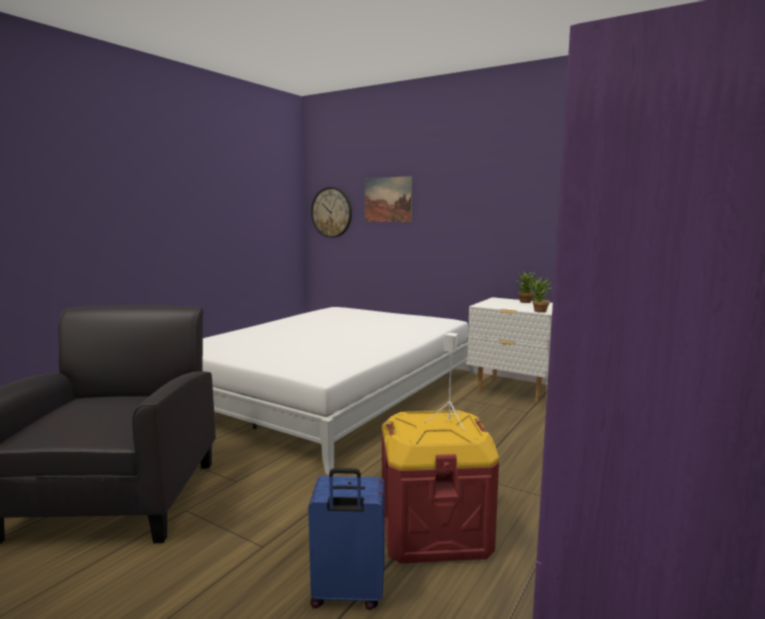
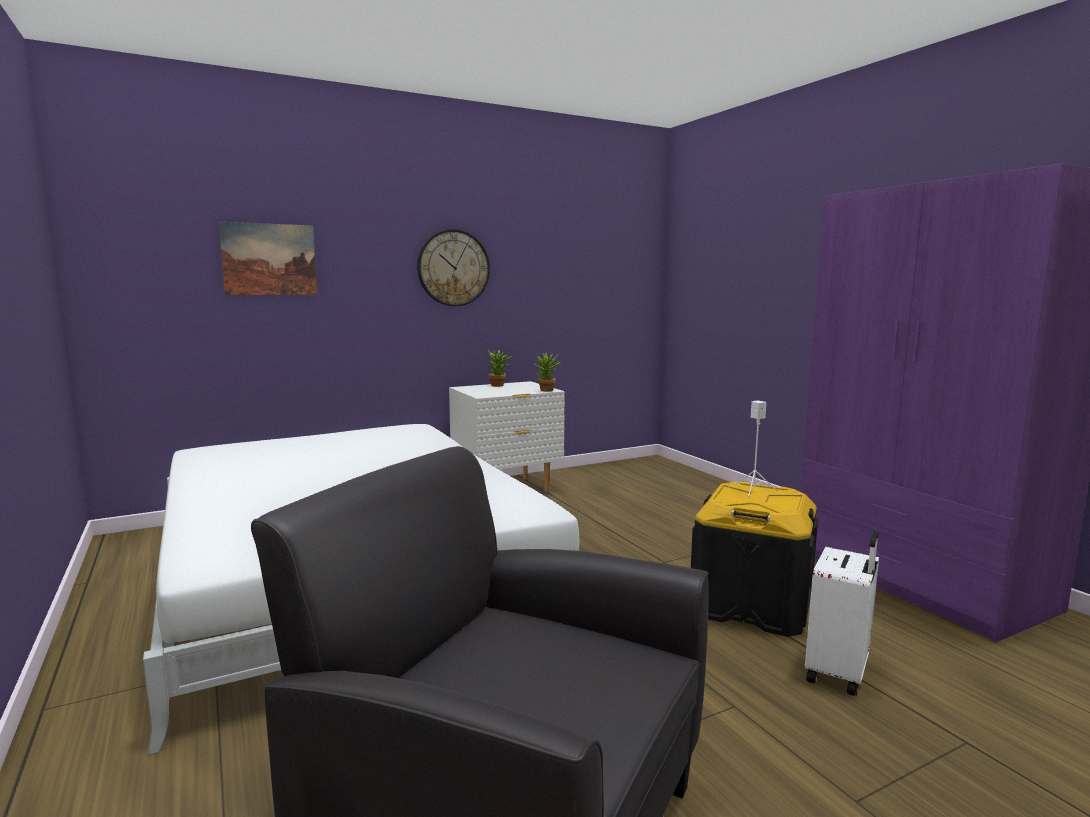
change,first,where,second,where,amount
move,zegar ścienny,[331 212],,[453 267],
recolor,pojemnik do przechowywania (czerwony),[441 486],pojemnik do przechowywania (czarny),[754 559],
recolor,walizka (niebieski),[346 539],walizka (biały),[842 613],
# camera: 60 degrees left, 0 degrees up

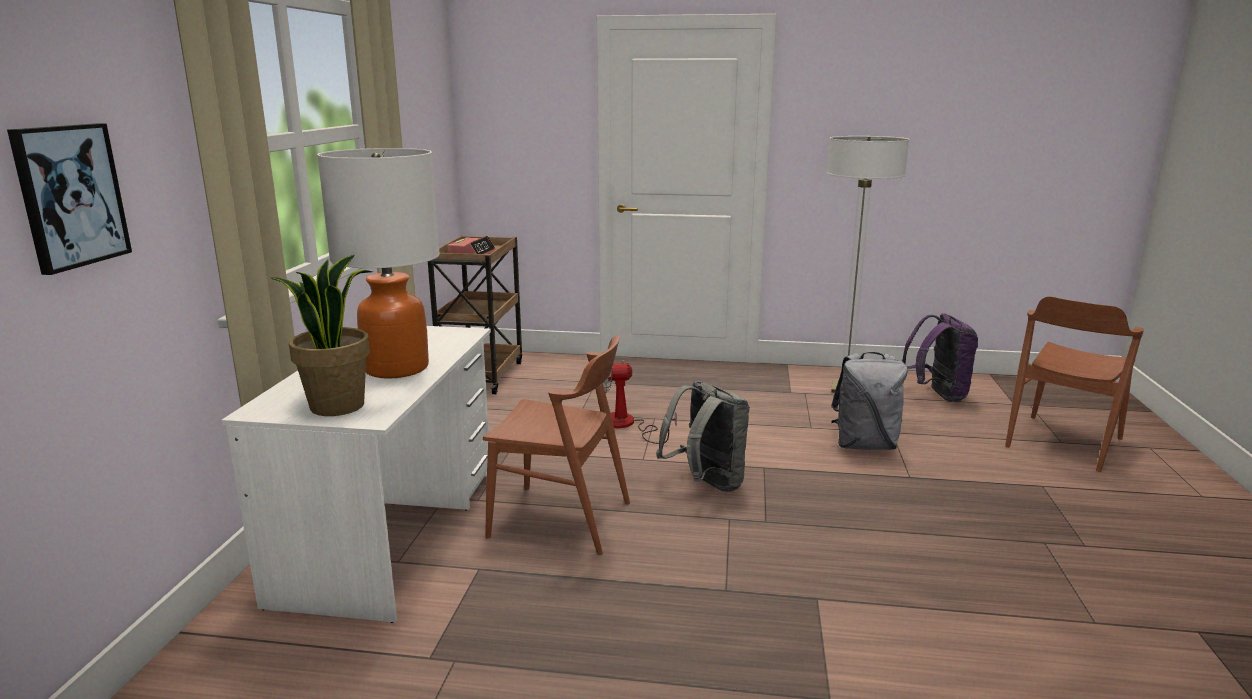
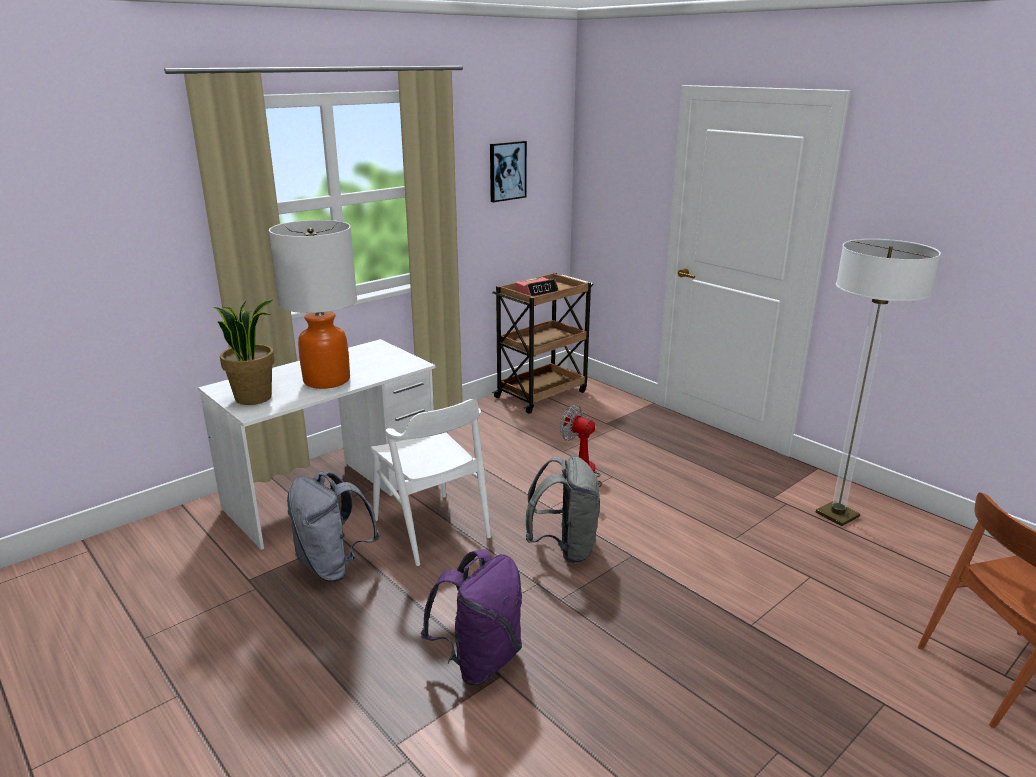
change,first,where,second,where,amount
move,plecak (szary),[869 401],,[333 527],
recolor,krzesło (brązowy),[556 445],krzesło (biały),[431 482],
move,plecak (fioletowy),[940 358],,[471 617],
move,obraz,[69 199],,[508 171],
# camera: 40 degrees right, 5 degrees up

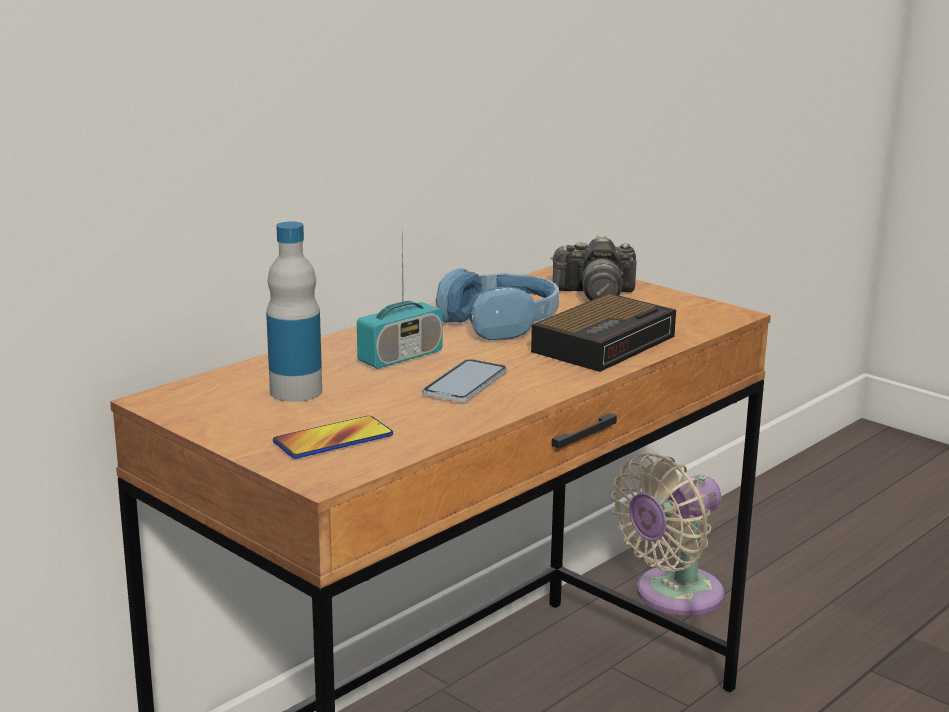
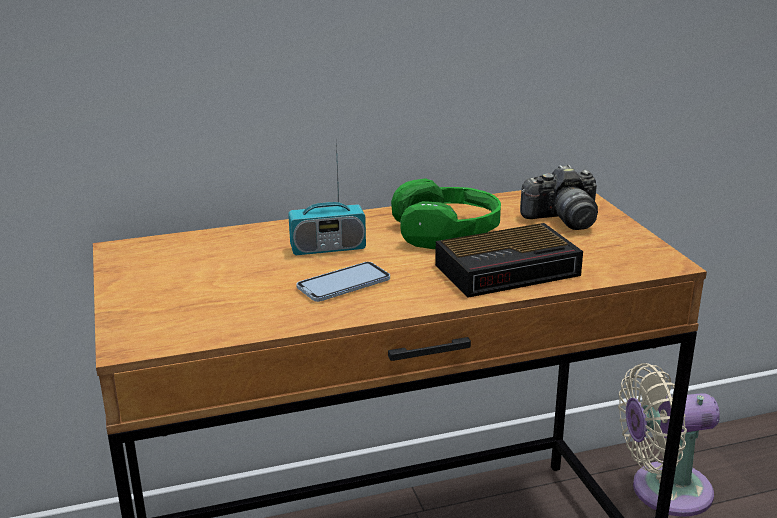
change,first,where,second,where,amount
recolor,słuchawki (niebieski),[497 304],słuchawki (zielony),[446 213],
rotate,aparat fotograficzny,[593 267],,[559 197],45 degrees counterclockwise
delete,butelka,[294 311],,,
delete,telefon,[333 437],,,
# camera: 30 degrees right, 5 degrees up

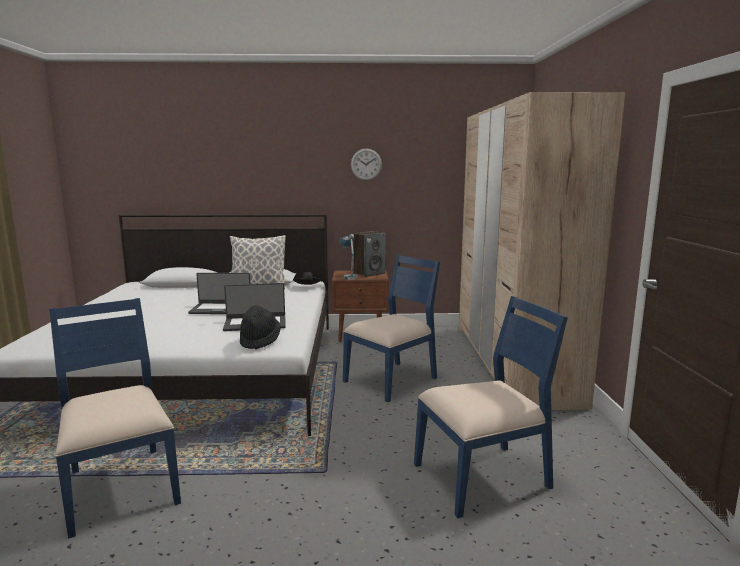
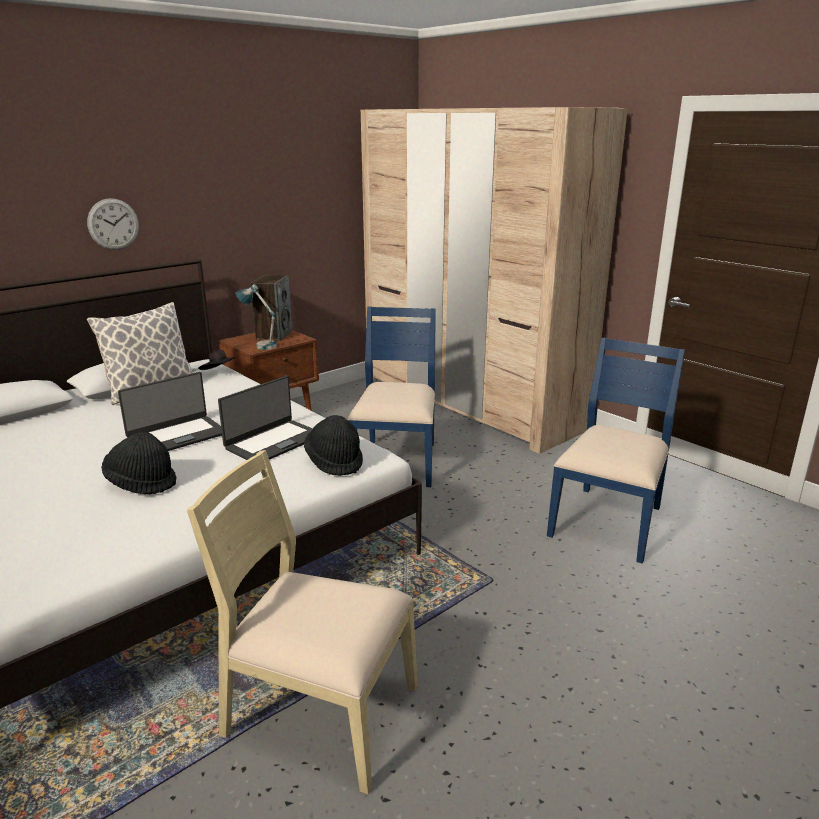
change,first,where,second,where,amount
move,zegar ścienny,[366 164],,[113 224],
insert,,,kapelusz (czarny),[138 463],
recolor,krzesło (niebieski),[115 418],krzesło (beżowy),[302 622],
# camera: 40 degrees left, 10 degrees up

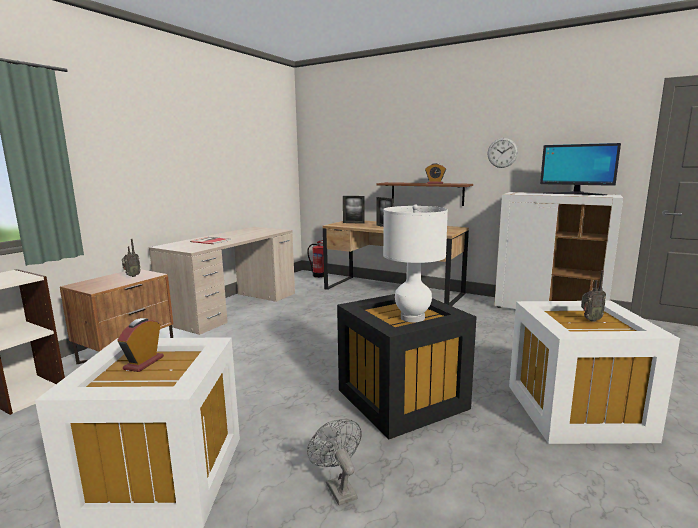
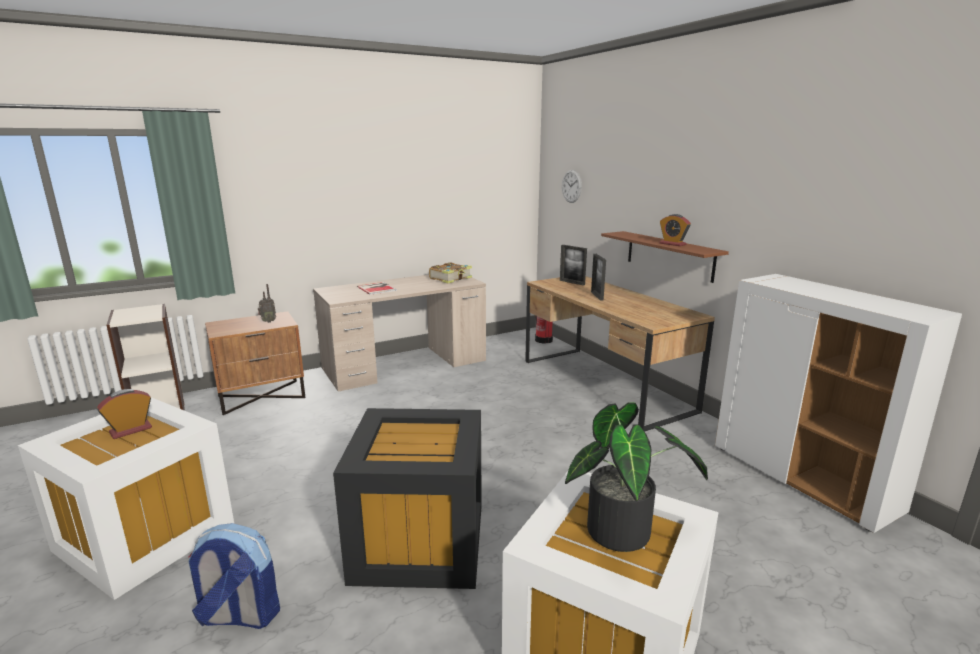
change,first,where,second,where,amount
replace,wentylator (szary),[334 462],plecak,[234 576],
insert,,,książka,[450 273],
move,zegar ścienny,[503 153],,[572 186],
replace,radio,[593 296],roślina doniczkowa,[636 477],
delete,lampa stołowa (biały),[415 263],,,
delete,monitor,[580 169],,,
# camera: 30 degrees right, 5 degrees up

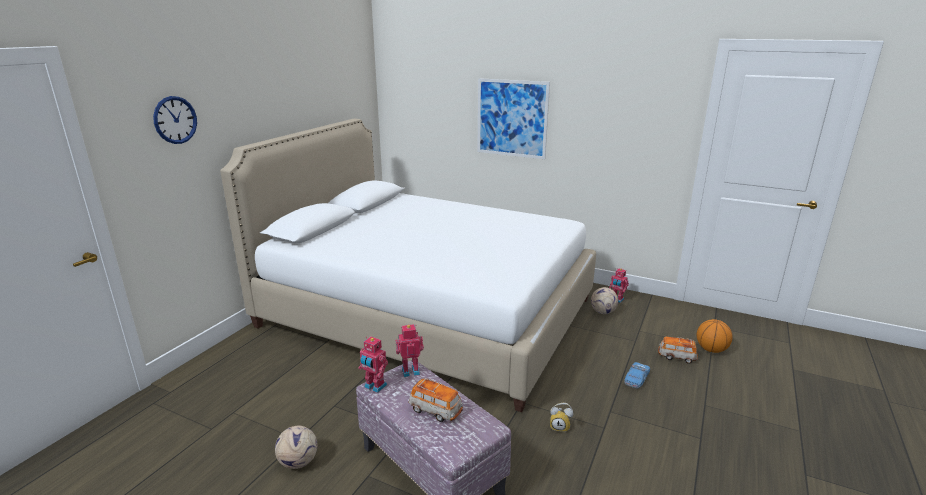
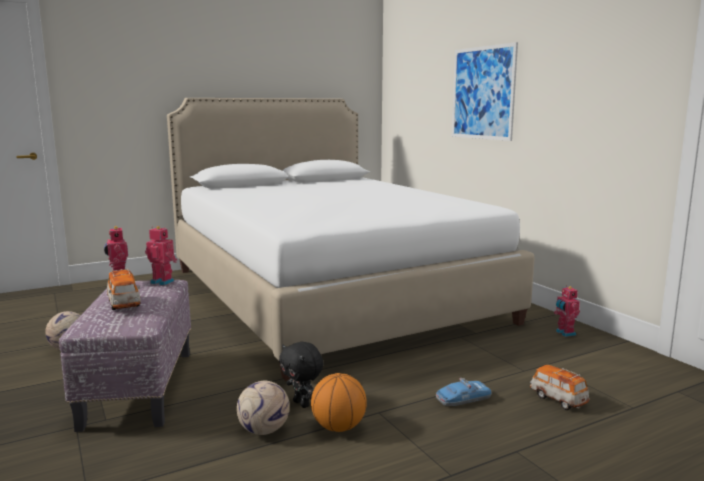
change,first,where,second,where,amount
move,piłka futbolowa,[604 300],,[263 408],
replace,budzik,[561 417],pluszak (czarny),[301 375],
move,piłka do koszykówki,[715 336],,[339 402],
delete,zegar ścienny,[175 120],,,
# camera: 35 degrees right, 10 degrees down

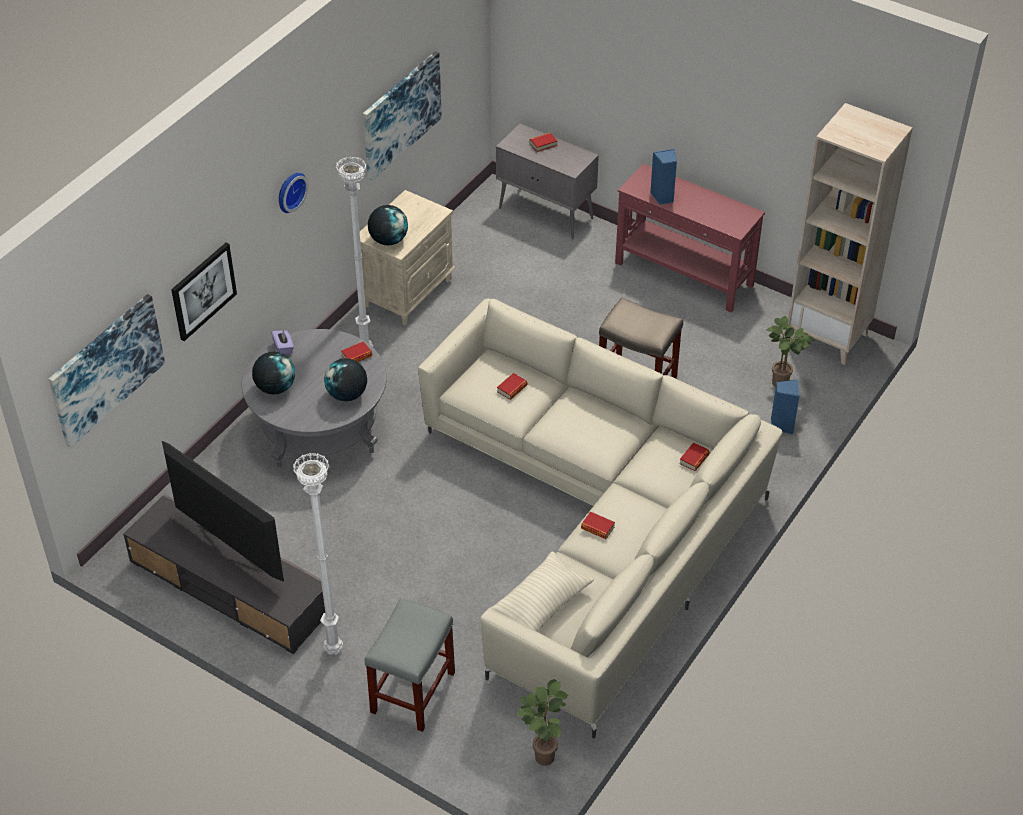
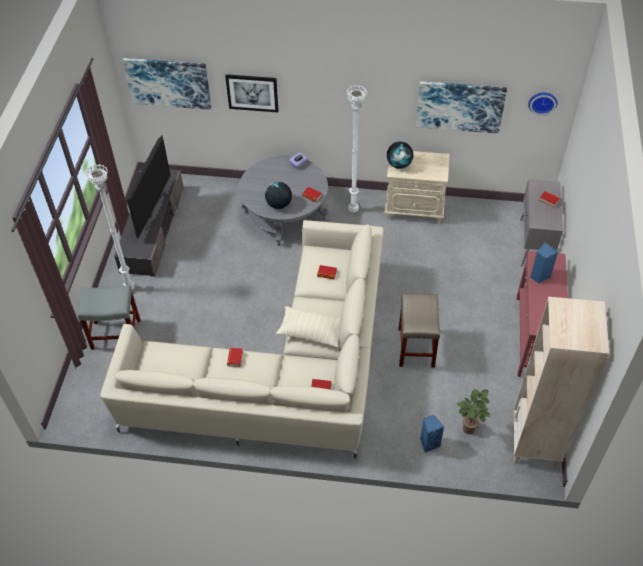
change,first,where,second,where,amount
move,poduszka (beżowy),[541 592],,[308 326],
move,zegar ścienny,[293 192],,[543 104],
delete,globus,[273 373],,,
delete,roślina doniczkowa,[542 722],,,
# camera: 65 degrees right, 5 degrees up

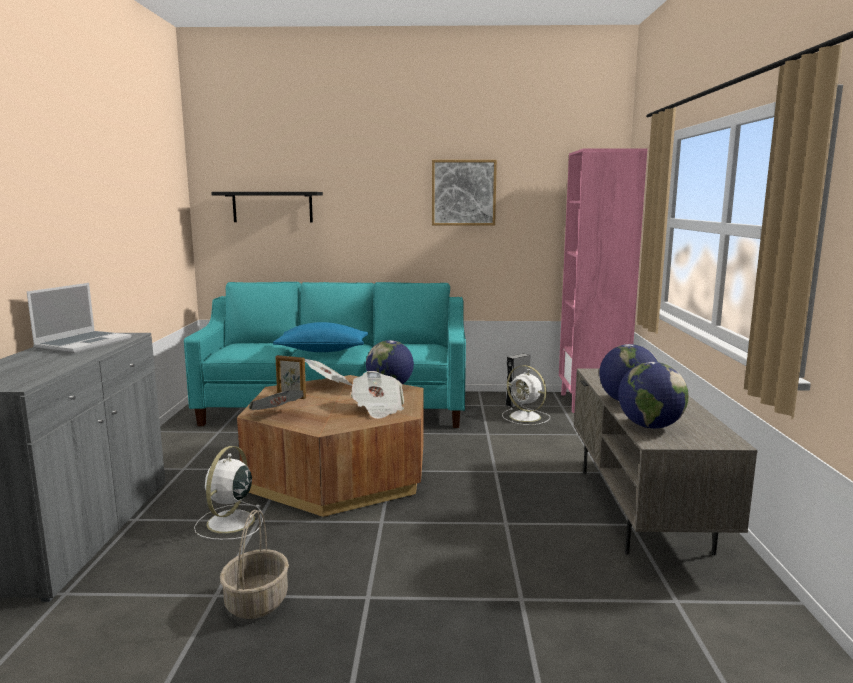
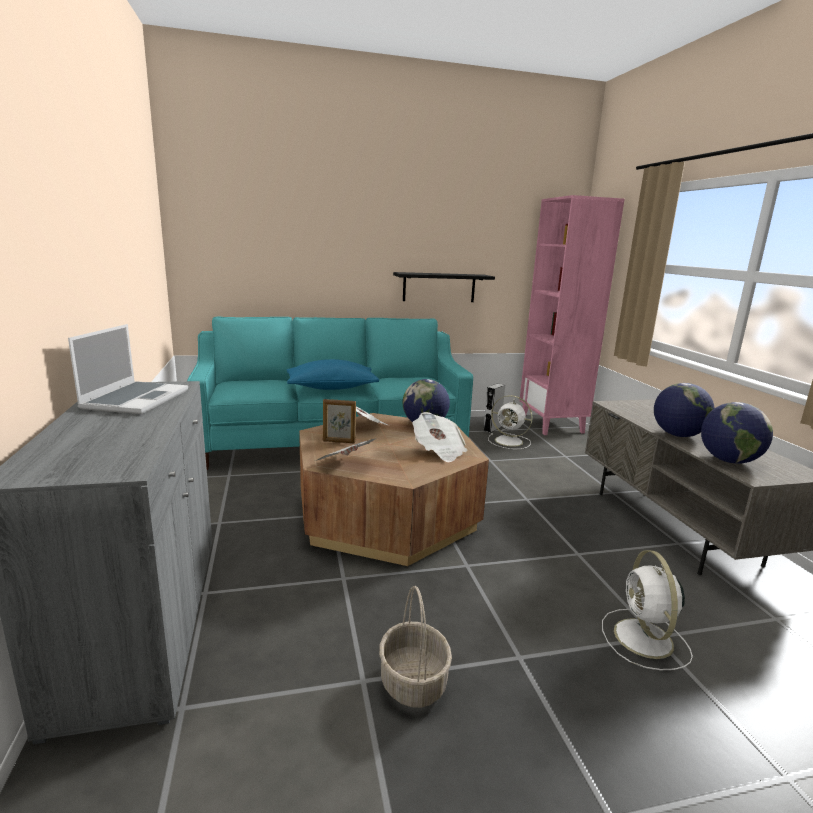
change,first,where,second,where,amount
move,półka (czarny),[267 207],,[444 287],
move,wentylator (biały),[228 493],,[647 610],
delete,obraz,[464 192],,,
# camera: 15 degrees left, 5 degrees up

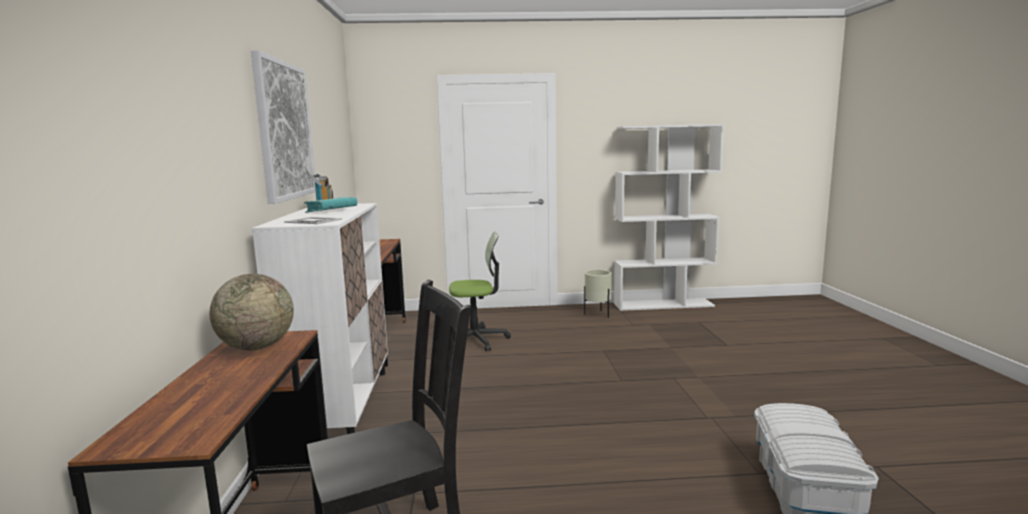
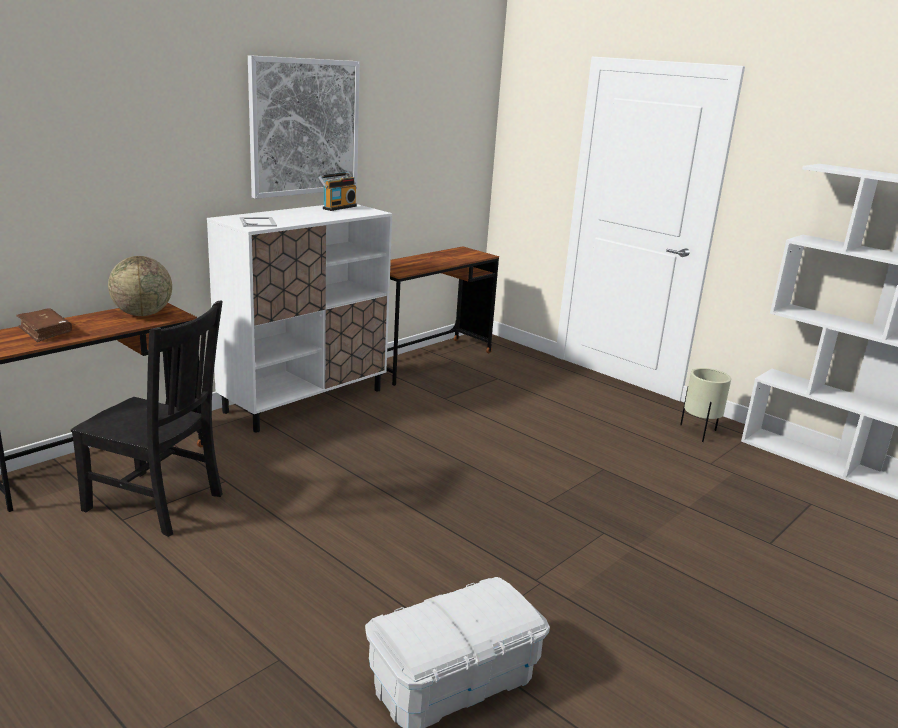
change,first,where,second,where,amount
insert,,,książka (brązowy),[44 325],
delete,książka (turkusowy),[330 205],,,
delete,krzesło biurowe,[480 291],,,
# camera: 45 degrees right, 10 degrees up

